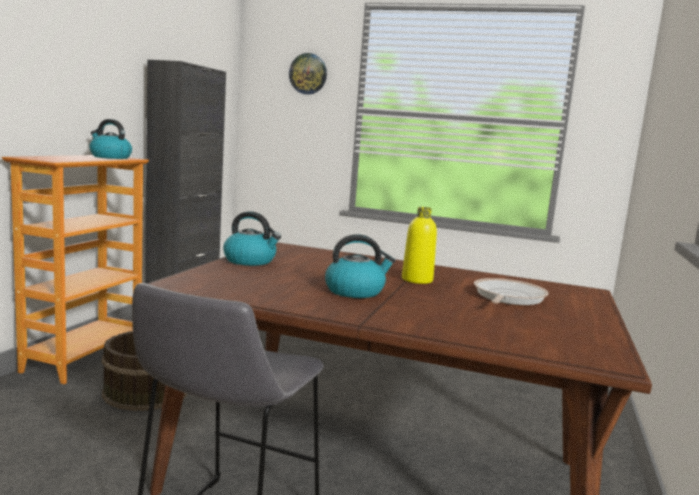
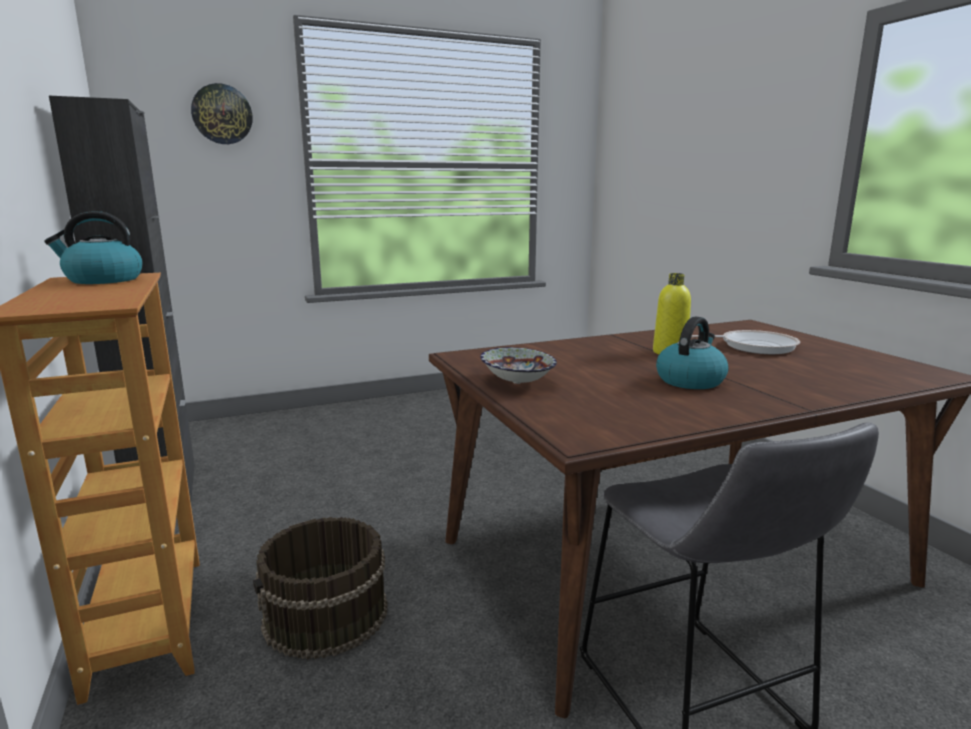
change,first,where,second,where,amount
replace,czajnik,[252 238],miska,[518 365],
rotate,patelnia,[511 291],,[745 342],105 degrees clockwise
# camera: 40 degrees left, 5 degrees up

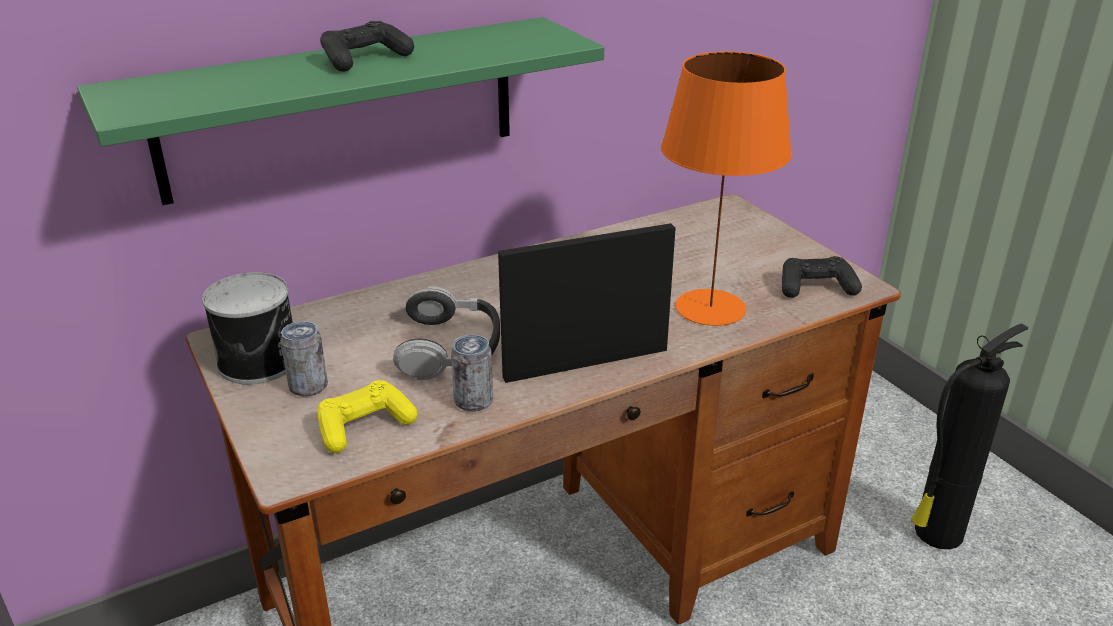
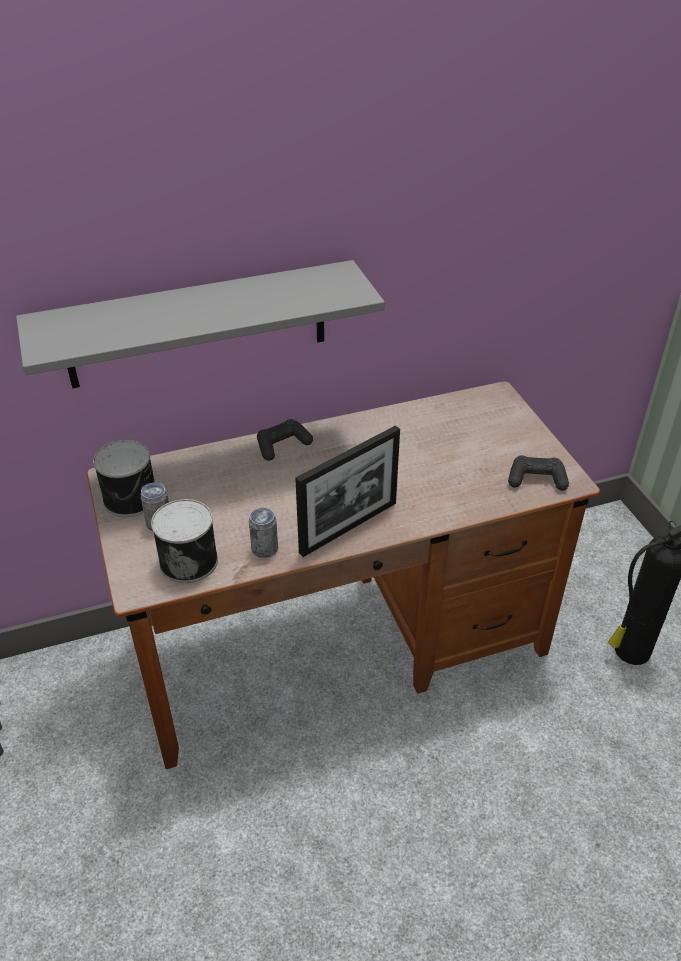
change,first,where,second,where,amount
recolor,półka (zielony),[340 111],półka (szary),[200 324],
replace,pad do gier (żółty),[367 416],puszka,[184 541],
move,pad do gier (czarny),[367 46],,[285 440],
rotate,ramka na zdjęcie,[587 303],,[347 491],150 degrees clockwise
delete,słuchawki,[446 333],,,
delete,lampa stołowa (pomarańczowy),[726 189],,,
# camera: 10 degrees right, 10 degrees up

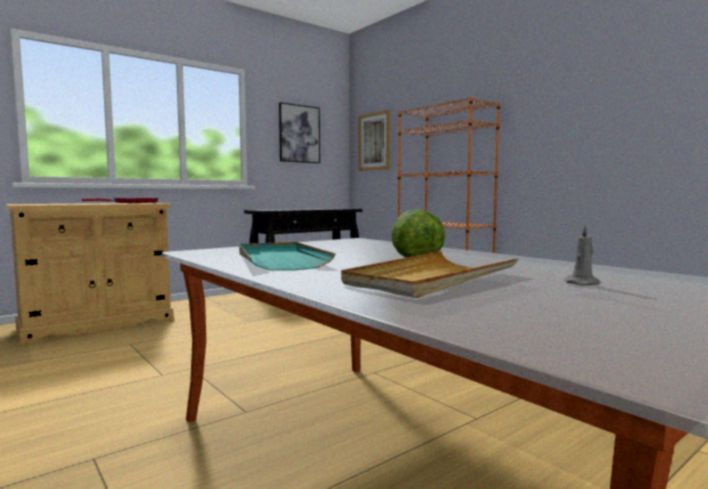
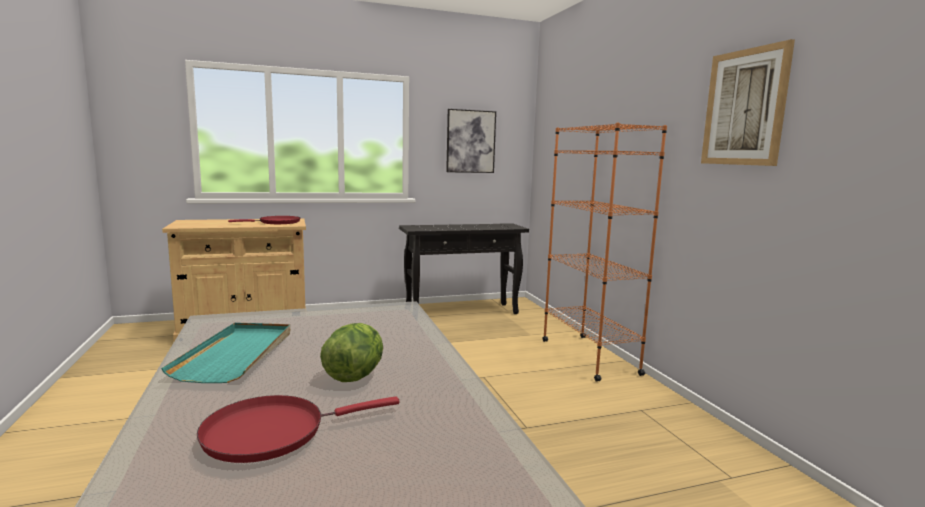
change,first,where,second,where,amount
replace,taca (beżowy),[429 274],patelnia (czerwony),[298 429],
move,obraz,[374 140],,[748 102],
delete,świeca (szary),[582 255],,,
# camera: 20 degrees right, 5 degrees up

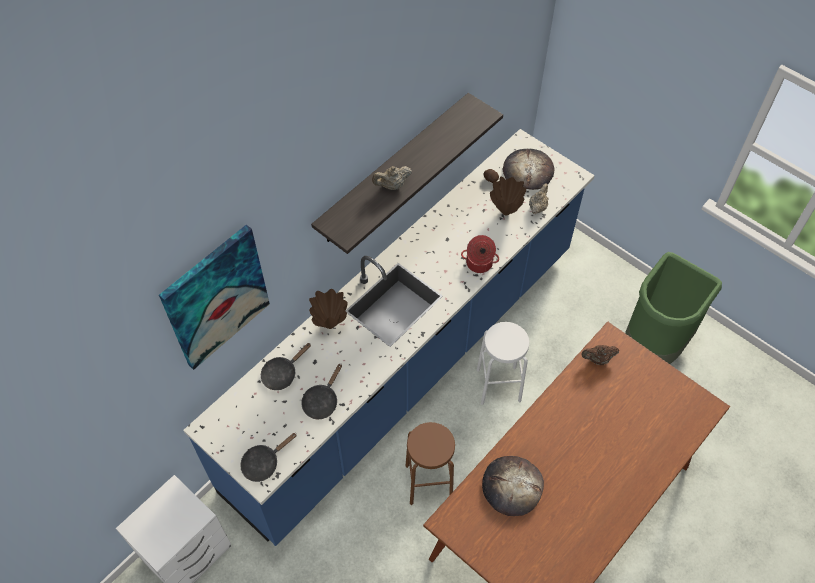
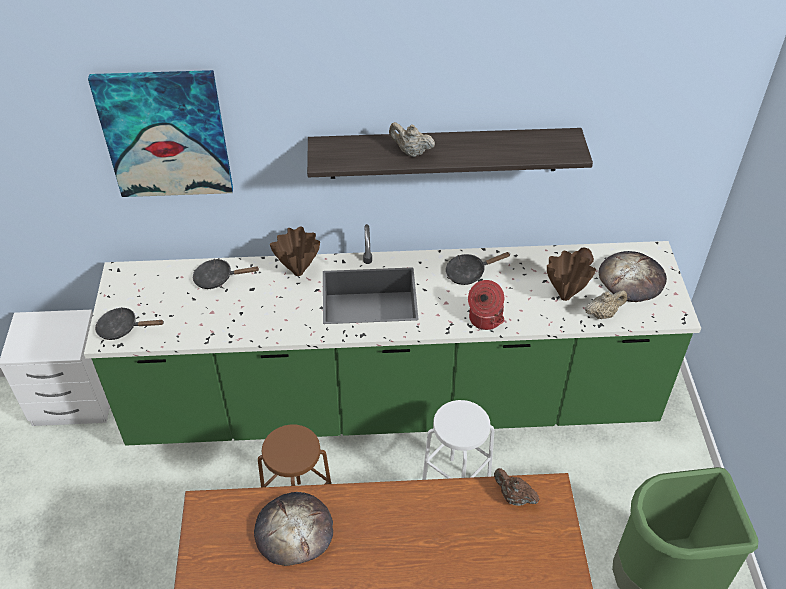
change,first,where,second,where,amount
recolor,zabudowa kuchenna (niebieski),[389 337],zabudowa kuchenna (zielony),[392 335],
move,patelnia (czarny),[321 391],,[478 268],
# camera: 45 degrees right, 10 degrees down

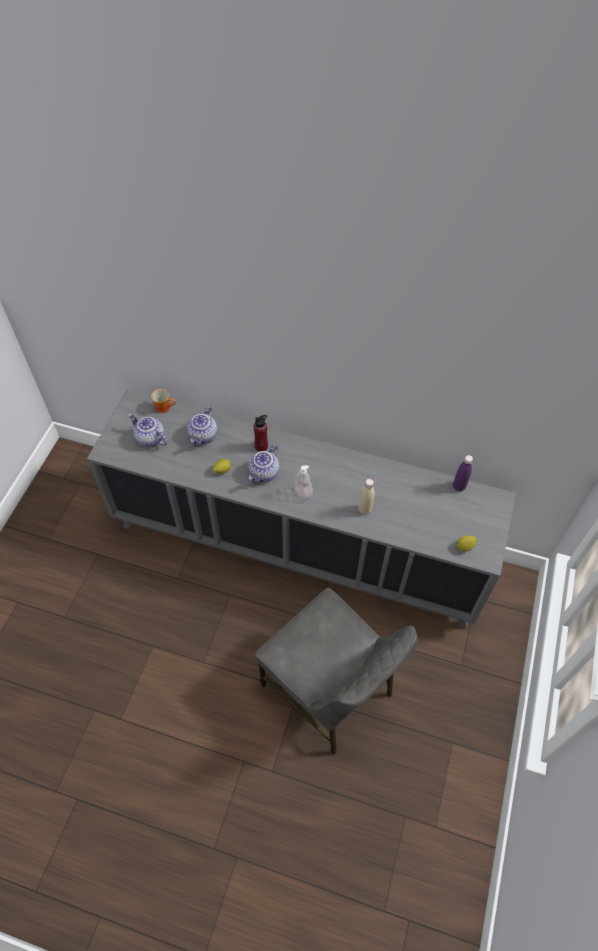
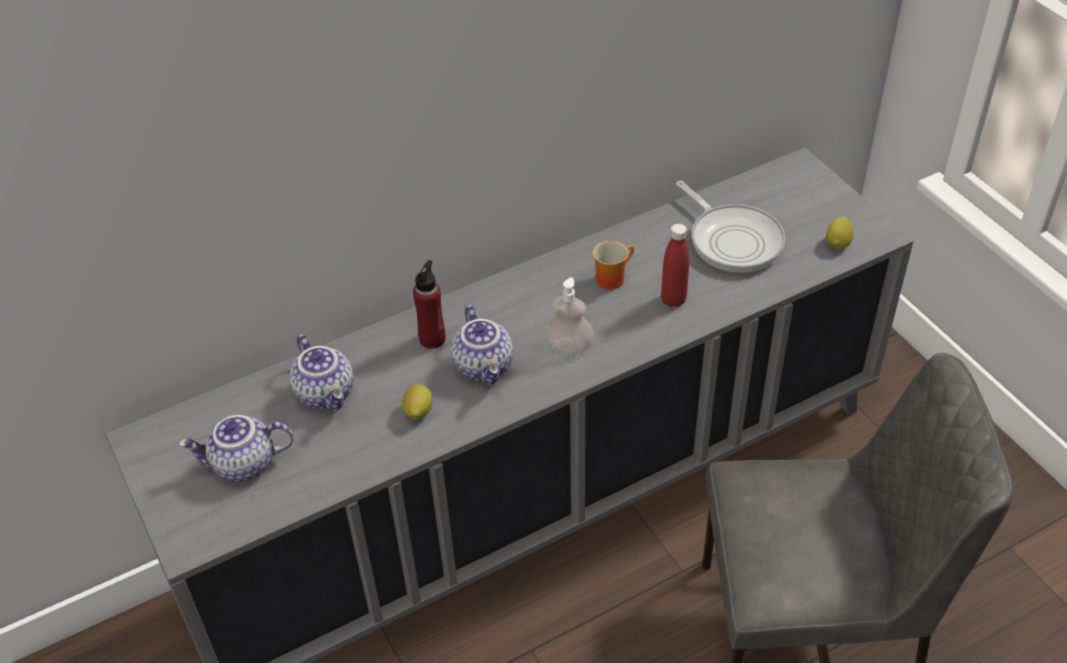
change,first,where,second,where,amount
move,kubek,[163 401],,[613 265],
recolor,butelka (beżowy),[366 497],butelka (czerwony),[675 265],
insert,,,patelnia,[730 227],
delete,butelka (fioletowy),[463 473],,,
# camera: 45 degrees left, 10 degrees down

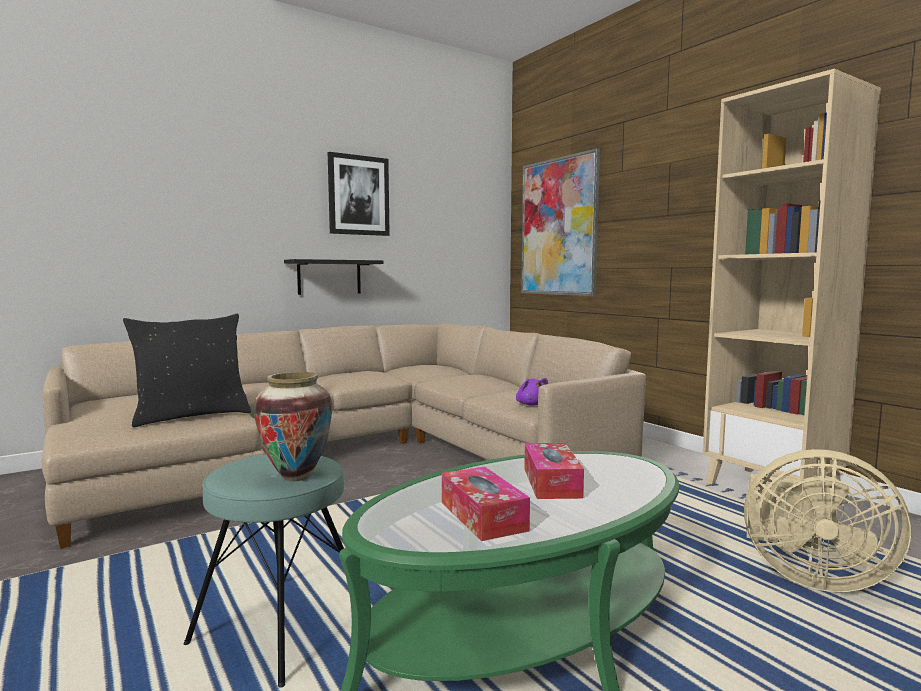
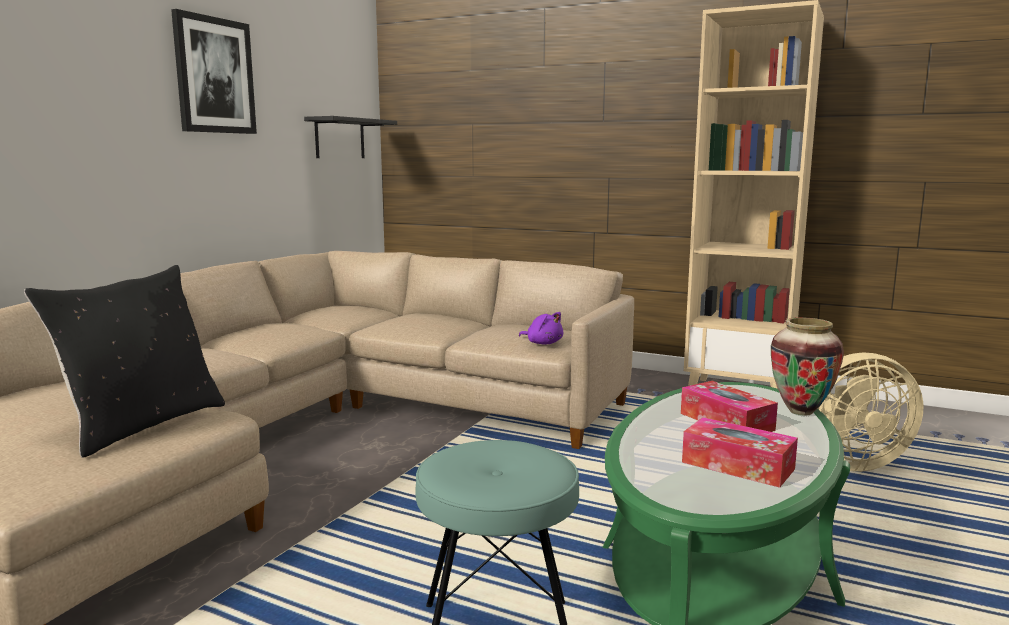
change,first,where,second,where,amount
move,półka (czarny),[334 277],,[350 137],
move,wazon,[293 426],,[807 366],
delete,obraz,[560 222],,,
# camera: 30 degrees left, 5 degrees up

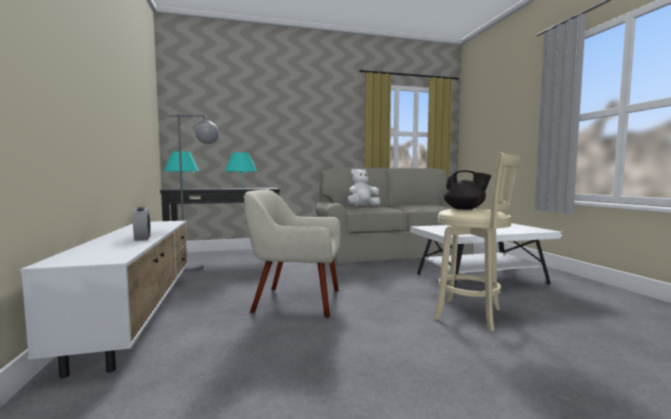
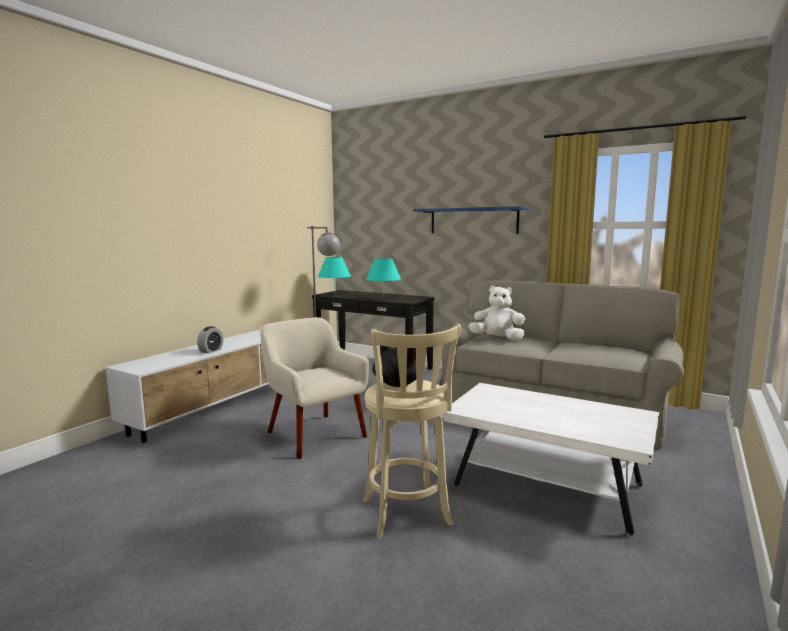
change,first,where,second,where,amount
insert,,,półka (niebieski),[471 220],
# camera: 45 degrees right, 5 degrees up

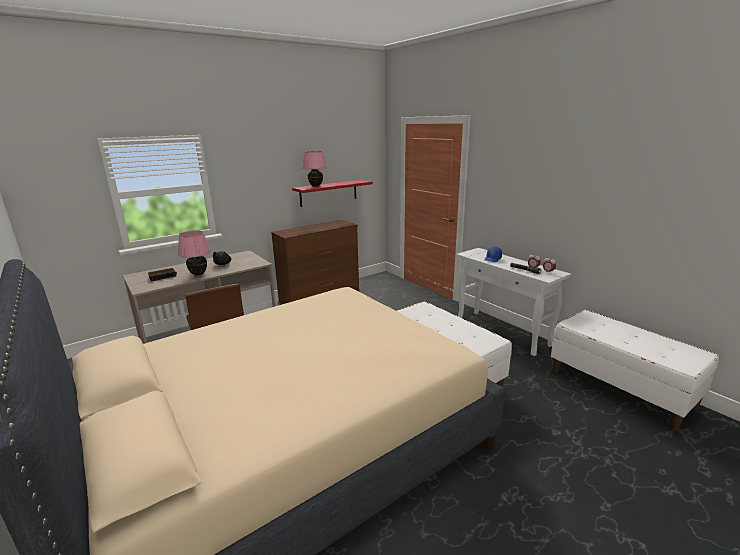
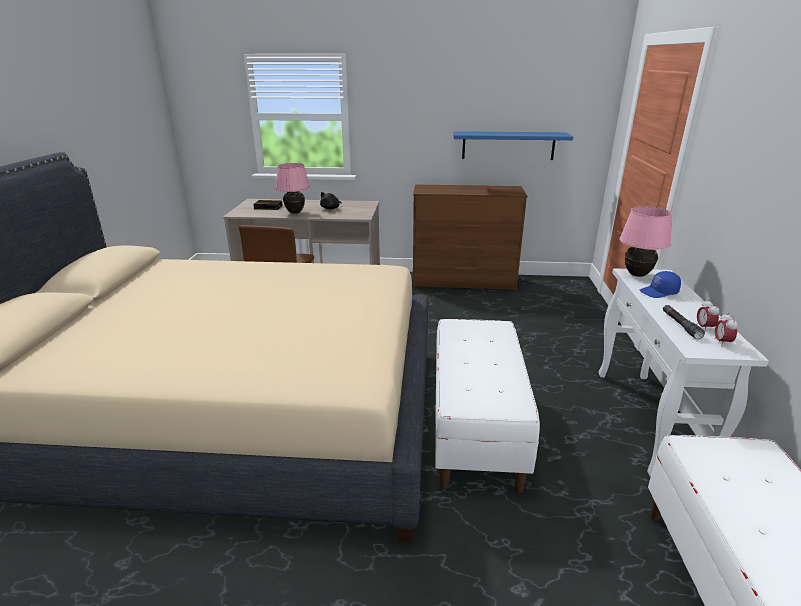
change,first,where,second,where,amount
recolor,półka (czerwony),[332 193],półka (niebieski),[513 145],
move,lampa stołowa (różowy),[315 169],,[645 241],
# camera: 40 degrees right, 5 degrees up

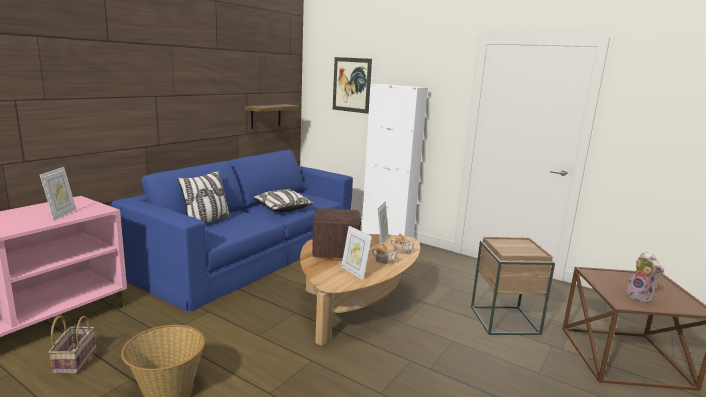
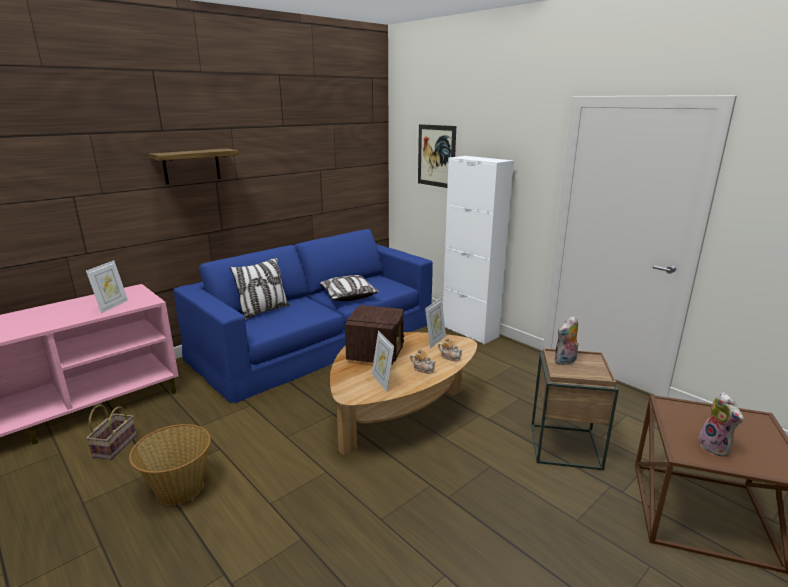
change,first,where,second,where,amount
move,półka,[272 116],,[194 166],
insert,,,pluszak,[566 341],
# camera: 15 degrees right, 5 degrees up

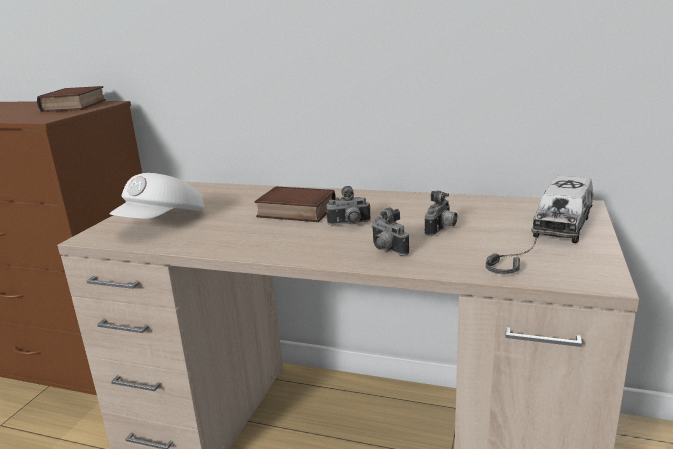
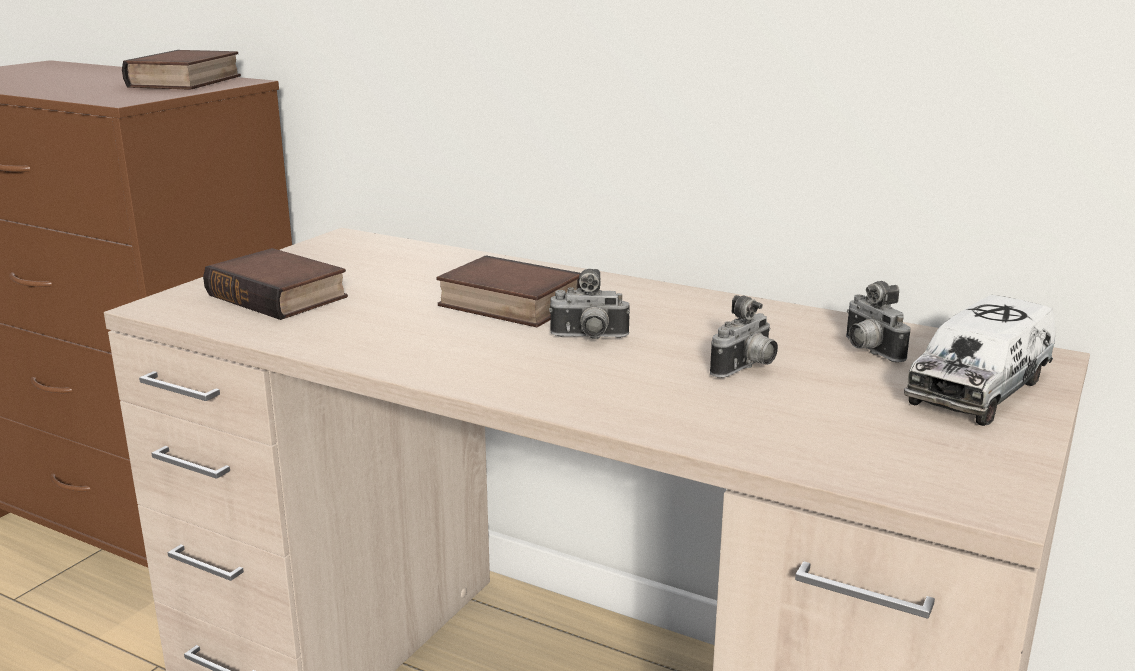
change,first,where,second,where,amount
replace,czapka z daszkiem (biały),[156 196],książka,[275 284],
move,aparat fotograficzny,[390 231],,[878 321],
delete,słuchawki,[513 250],,,
# camera: 10 degrees right, 0 degrees up

